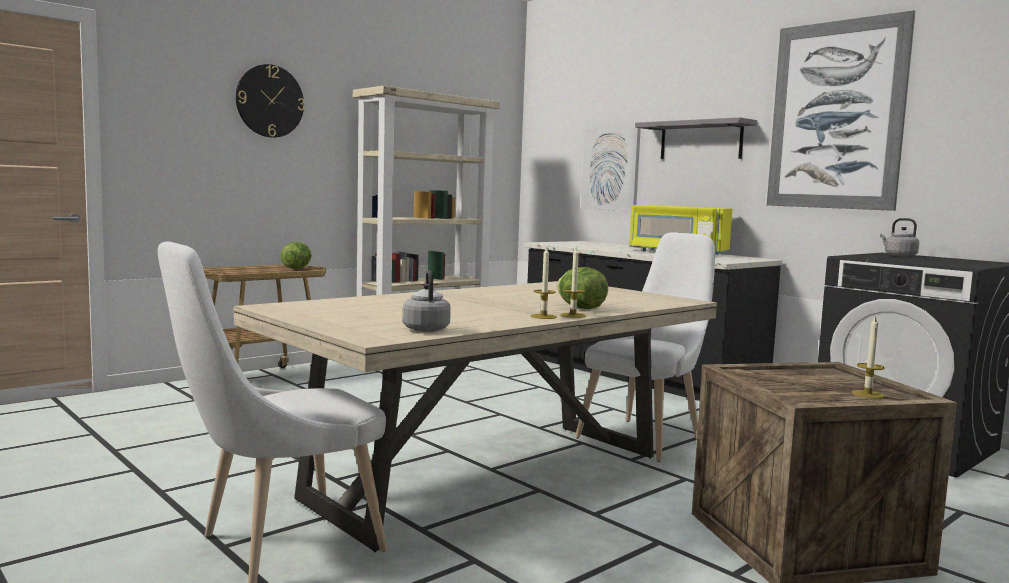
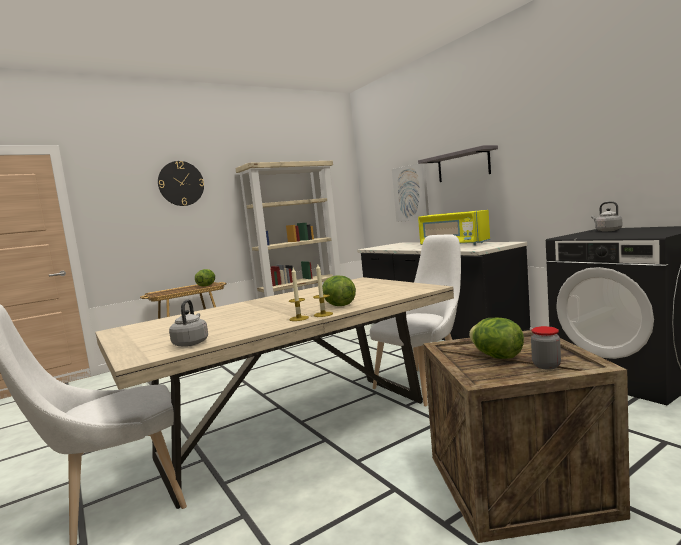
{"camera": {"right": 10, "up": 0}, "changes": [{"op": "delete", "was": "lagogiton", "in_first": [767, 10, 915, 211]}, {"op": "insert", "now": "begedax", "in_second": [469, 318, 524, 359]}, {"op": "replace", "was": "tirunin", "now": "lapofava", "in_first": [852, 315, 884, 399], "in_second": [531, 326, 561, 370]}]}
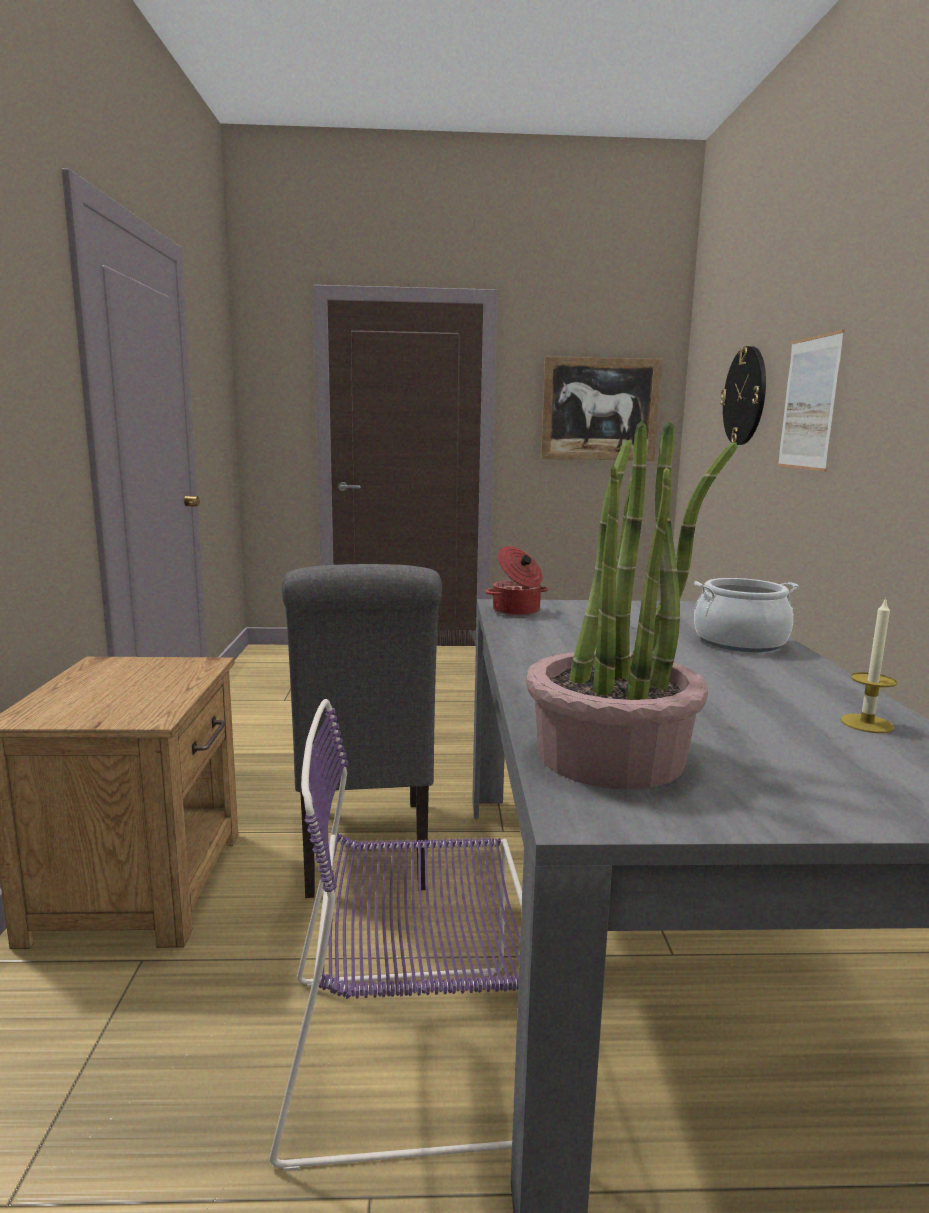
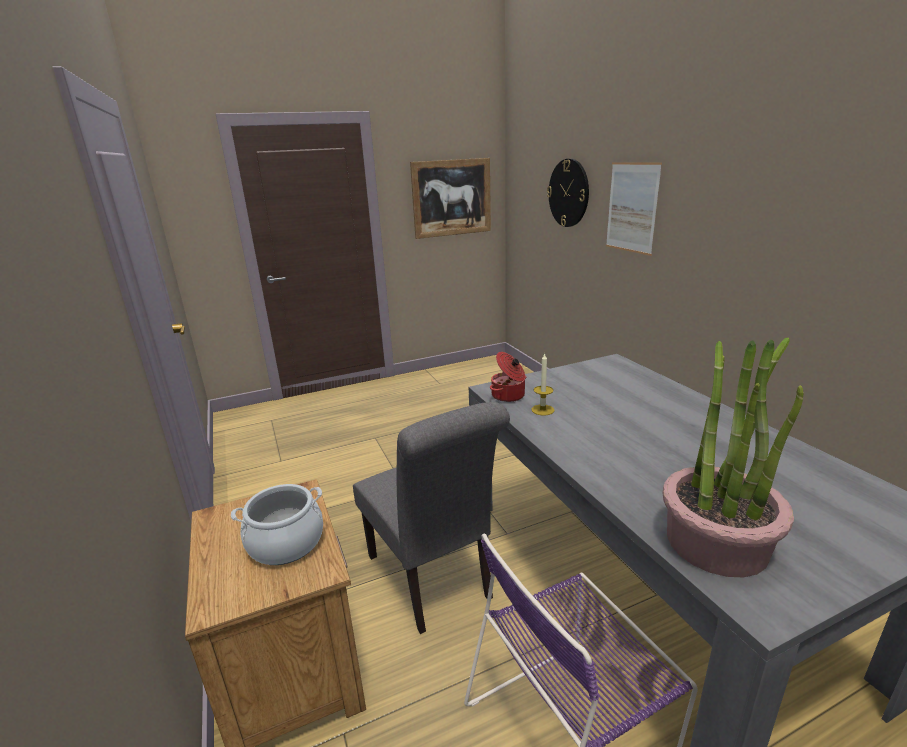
{"camera": {"right": -20, "up": 10}, "changes": [{"op": "move", "was": "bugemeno", "in_first": [694, 578, 799, 652], "in_second": [231, 484, 323, 565]}, {"op": "move", "was": "tirunin", "in_first": [840, 598, 897, 733], "in_second": [531, 353, 555, 416]}]}
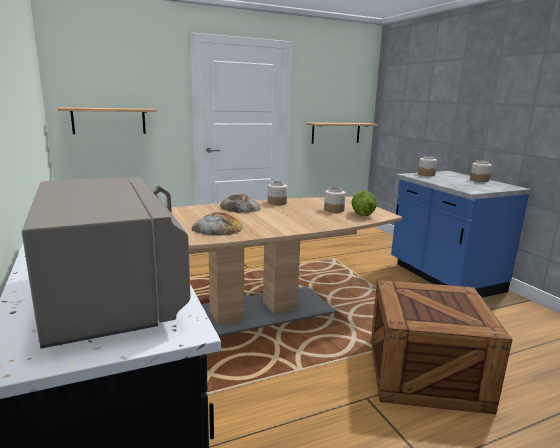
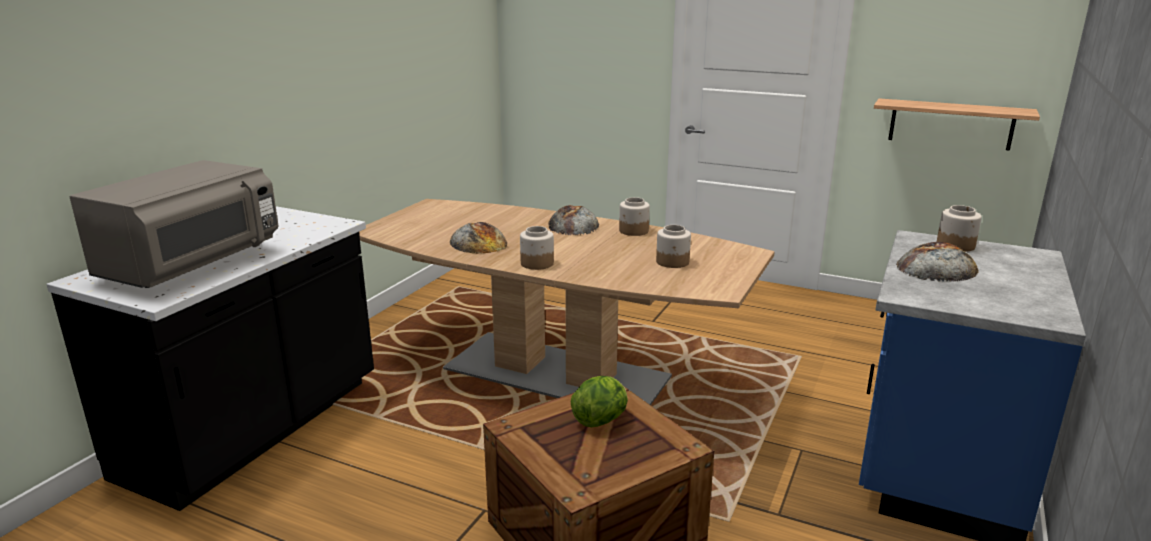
{"camera": {"right": 50, "up": 5}, "changes": [{"op": "delete", "was": "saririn", "in_first": [57, 107, 157, 134]}, {"op": "insert", "now": "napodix", "in_second": [896, 242, 979, 282]}, {"op": "move", "was": "begedax", "in_first": [351, 190, 377, 216], "in_second": [570, 376, 628, 427]}, {"op": "move", "was": "lapofava", "in_first": [470, 160, 492, 182], "in_second": [520, 226, 554, 270]}]}
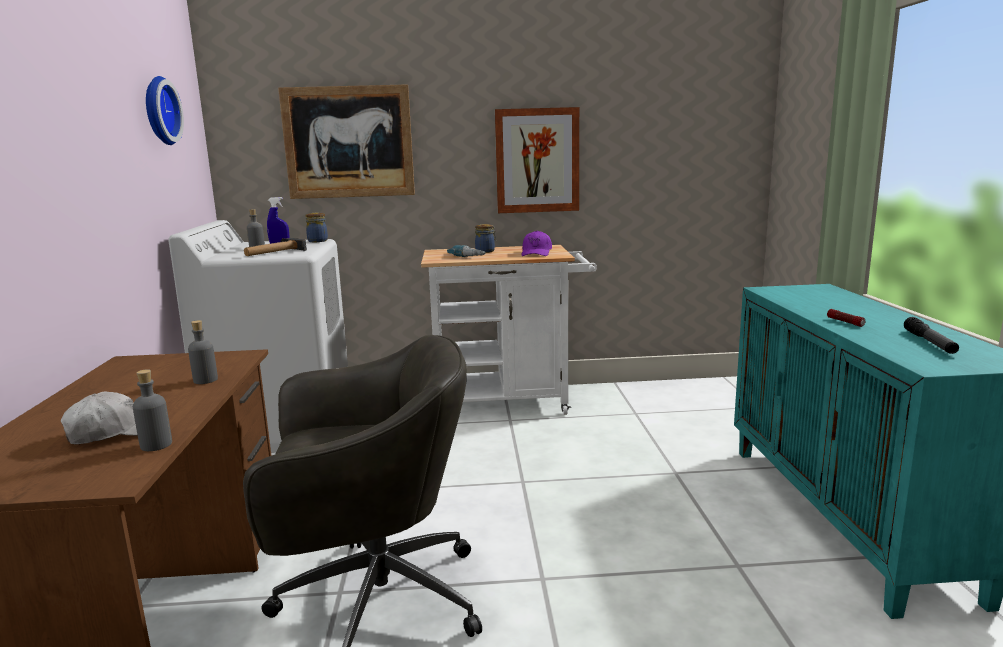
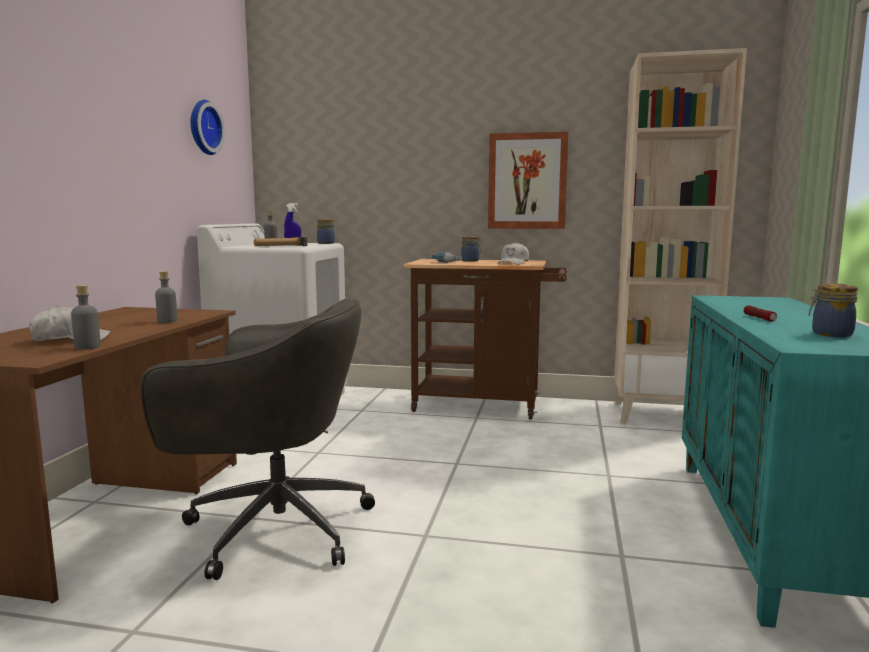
{"camera": {"right": 15, "up": -5}, "changes": [{"op": "delete", "was": "lagogiton", "in_first": [278, 84, 415, 199]}, {"op": "insert", "now": "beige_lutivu", "in_second": [614, 48, 747, 424]}, {"op": "replace", "was": "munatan", "now": "lapofava", "in_first": [904, 317, 959, 354], "in_second": [809, 283, 858, 337]}, {"op": "recolor", "was": "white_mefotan", "now": "brown_mefotan", "in_first": [421, 245, 597, 415], "in_second": [403, 259, 567, 419]}, {"op": "recolor", "was": "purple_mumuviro", "now": "white_mumuviro", "in_first": [521, 230, 552, 256], "in_second": [497, 242, 529, 265]}]}
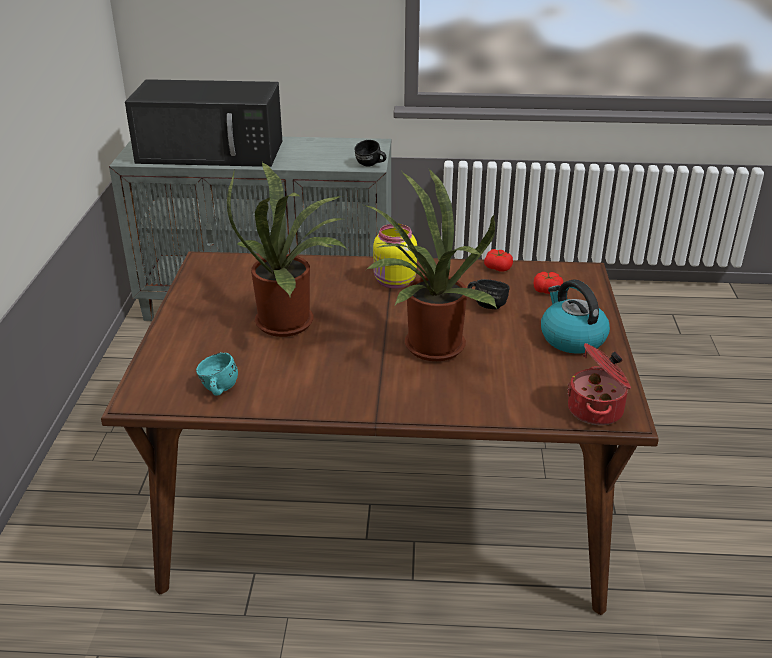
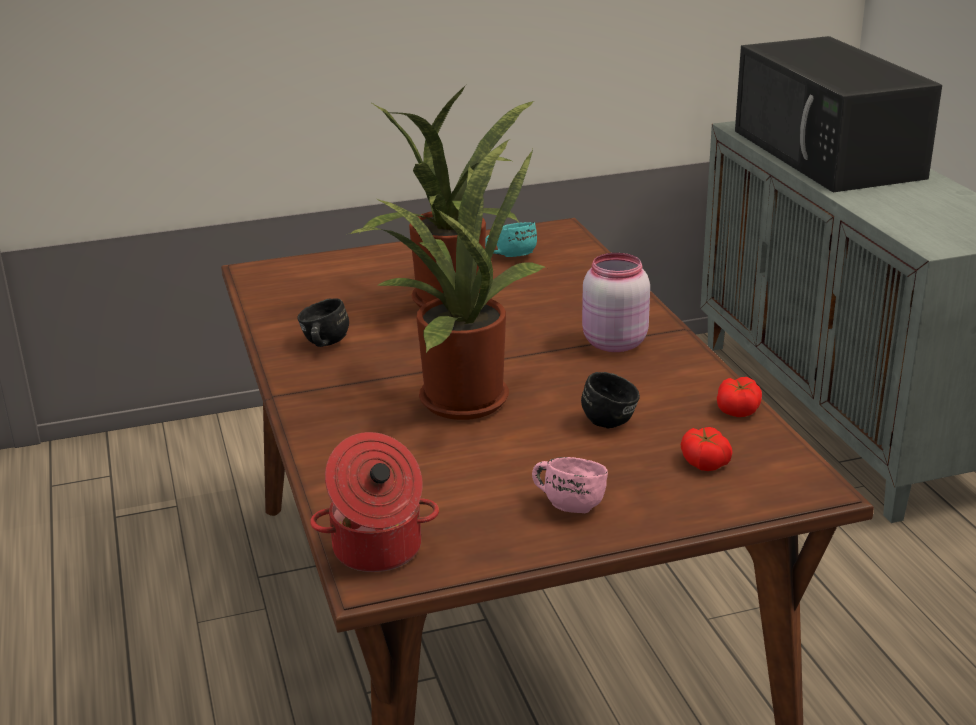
{"camera": {"right": 70, "up": -5}, "changes": [{"op": "move", "was": "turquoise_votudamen", "in_first": [196, 353, 238, 396], "in_second": [485, 222, 537, 257]}, {"op": "move", "was": "black_votudamen", "in_first": [354, 140, 386, 167], "in_second": [297, 298, 349, 347]}, {"op": "replace", "was": "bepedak", "now": "pink_votudamen", "in_first": [541, 280, 610, 354], "in_second": [532, 457, 608, 513]}, {"op": "recolor", "was": "yellow_lapofava", "now": "pink_lapofava", "in_first": [373, 224, 417, 289], "in_second": [582, 253, 650, 352]}]}
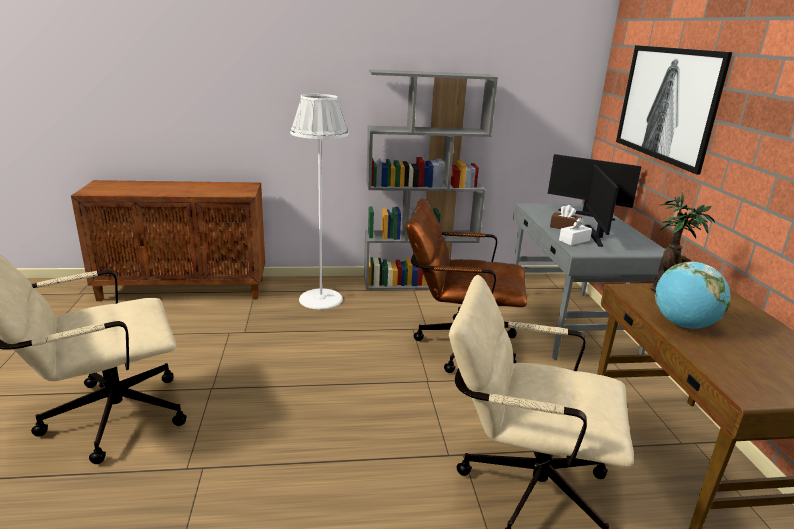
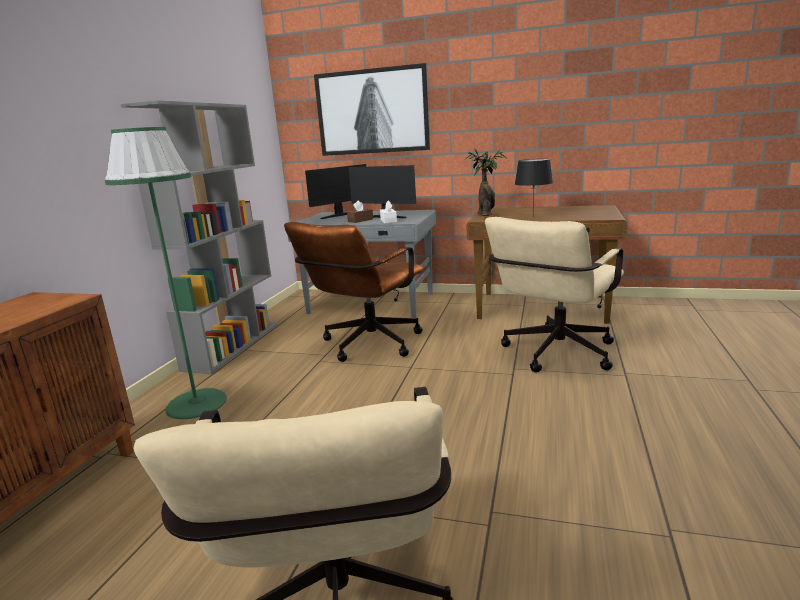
{"camera": {"right": -65, "up": -5}, "changes": [{"op": "replace", "was": "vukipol", "now": "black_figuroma", "in_first": [655, 262, 730, 329], "in_second": [515, 159, 553, 210]}, {"op": "recolor", "was": "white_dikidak", "now": "green_dikidak", "in_first": [290, 94, 348, 310], "in_second": [105, 127, 227, 419]}]}
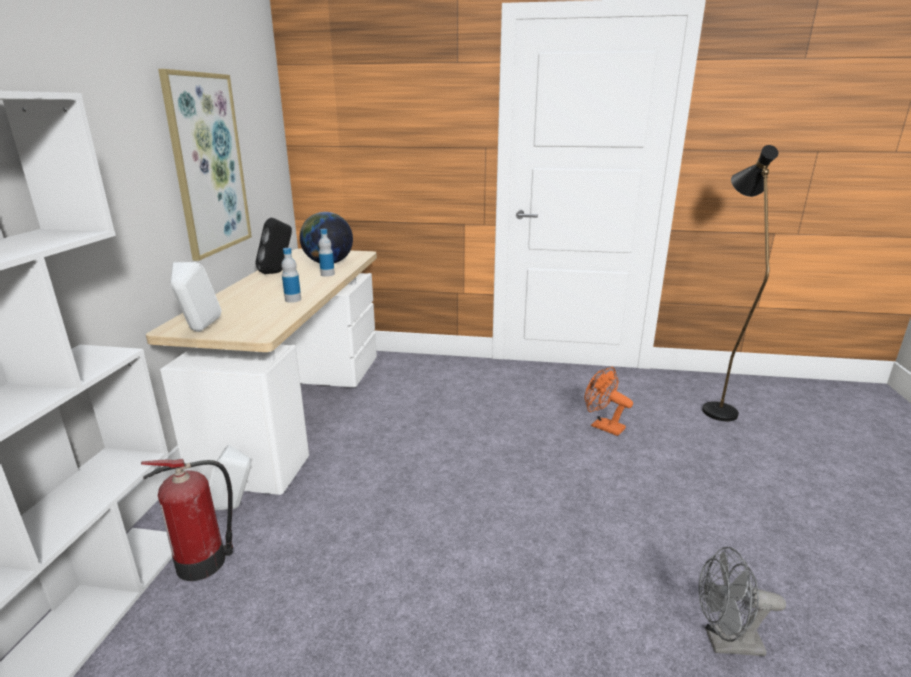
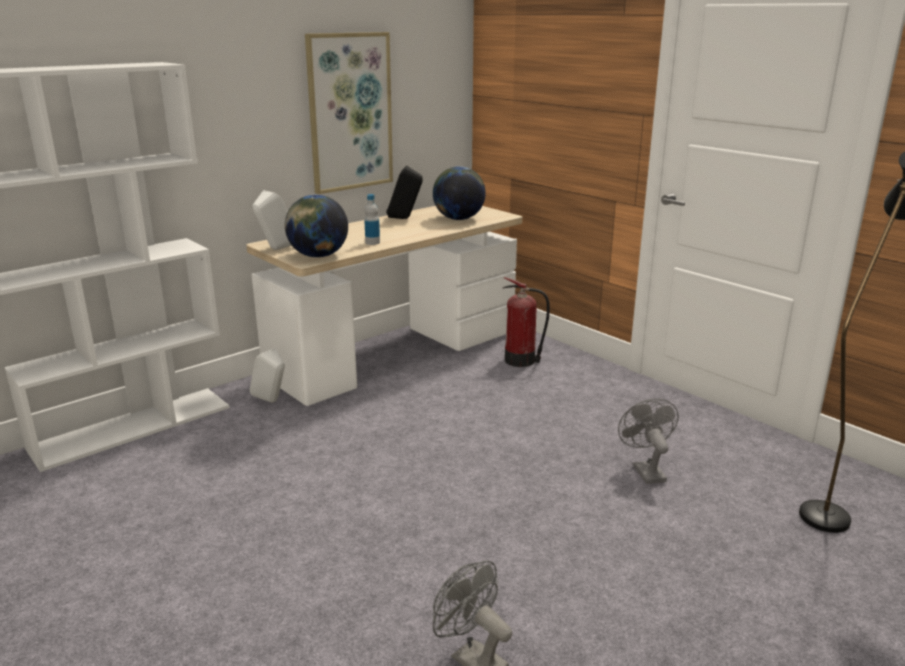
{"camera": {"right": 40, "up": 0}, "changes": [{"op": "delete", "was": "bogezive", "in_first": [318, 229, 335, 277]}, {"op": "insert", "now": "vukipol", "in_second": [285, 195, 348, 258]}, {"op": "move", "was": "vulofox", "in_first": [141, 459, 233, 581], "in_second": [503, 277, 550, 367]}, {"op": "recolor", "was": "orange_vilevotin", "now": "grey_vilevotin", "in_first": [585, 367, 633, 436], "in_second": [618, 399, 679, 484]}]}
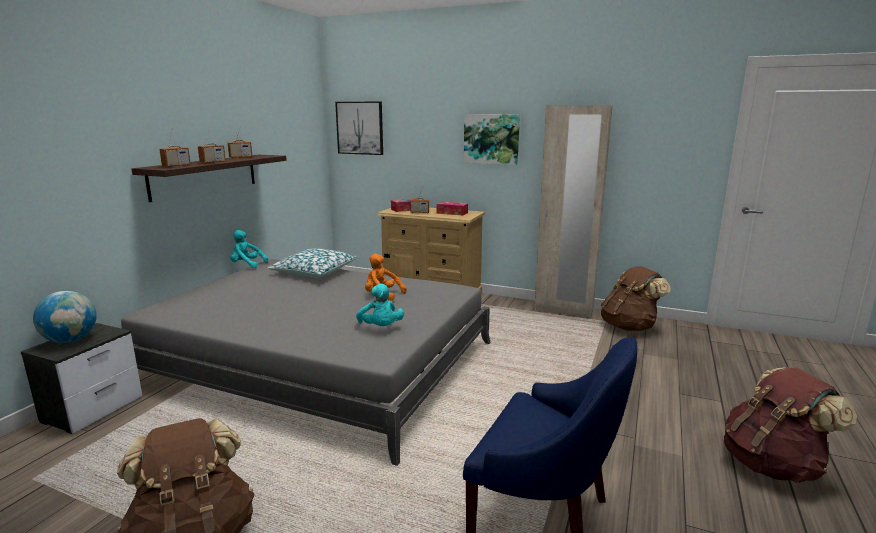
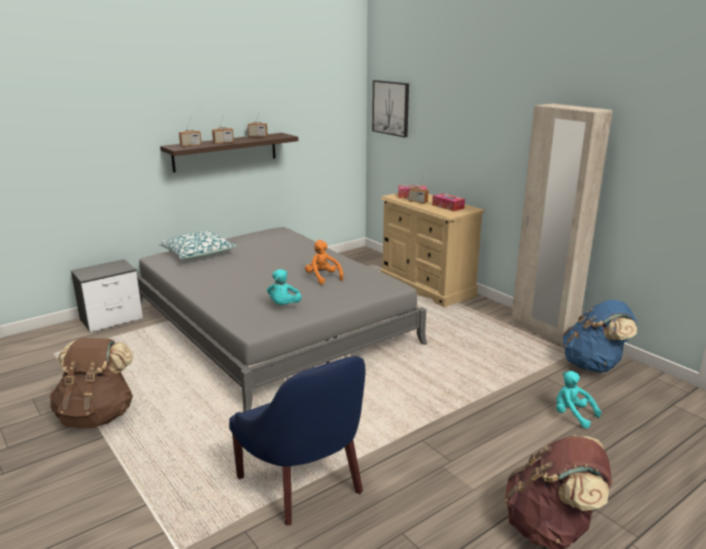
{"camera": {"right": 30, "up": 5}, "changes": [{"op": "delete", "was": "vukipol", "in_first": [33, 291, 97, 343]}, {"op": "delete", "was": "lagogiton", "in_first": [464, 114, 520, 165]}, {"op": "move", "was": "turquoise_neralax", "in_first": [231, 230, 268, 268], "in_second": [556, 371, 601, 428]}, {"op": "move", "was": "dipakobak", "in_first": [268, 248, 358, 278], "in_second": [158, 231, 238, 260]}, {"op": "recolor", "was": "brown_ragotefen", "now": "blue_ragotefen", "in_first": [601, 266, 671, 331], "in_second": [563, 300, 637, 373]}]}
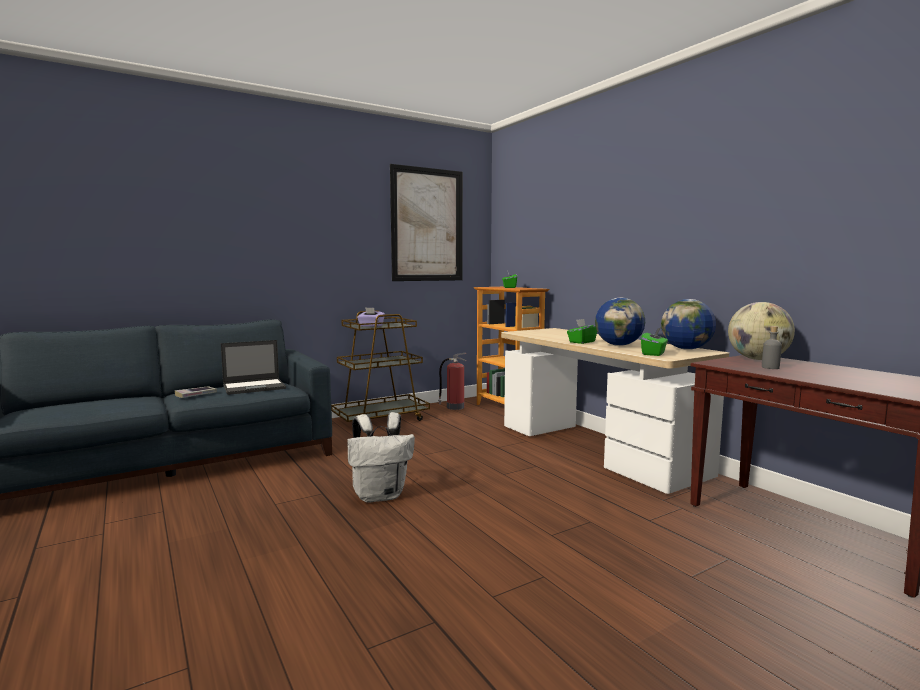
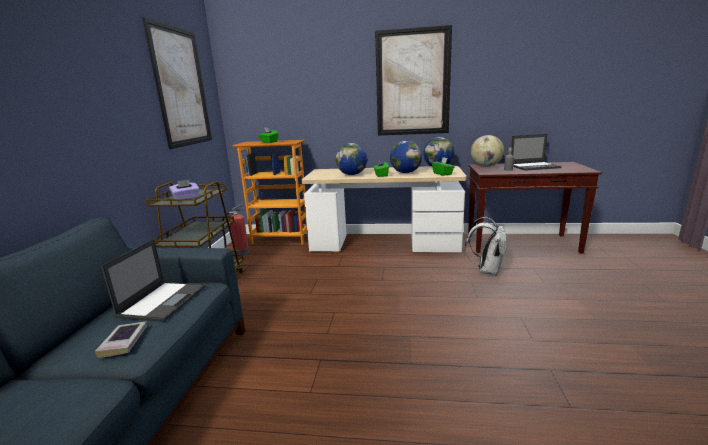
{"camera": {"right": -50, "up": 10}, "changes": [{"op": "insert", "now": "vukipol", "in_second": [336, 143, 367, 175]}, {"op": "insert", "now": "lagogiton", "in_second": [375, 25, 452, 135]}, {"op": "insert", "now": "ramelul", "in_second": [511, 134, 562, 171]}, {"op": "move", "was": "white_ragotefen", "in_first": [347, 412, 415, 503], "in_second": [465, 217, 507, 276]}]}
